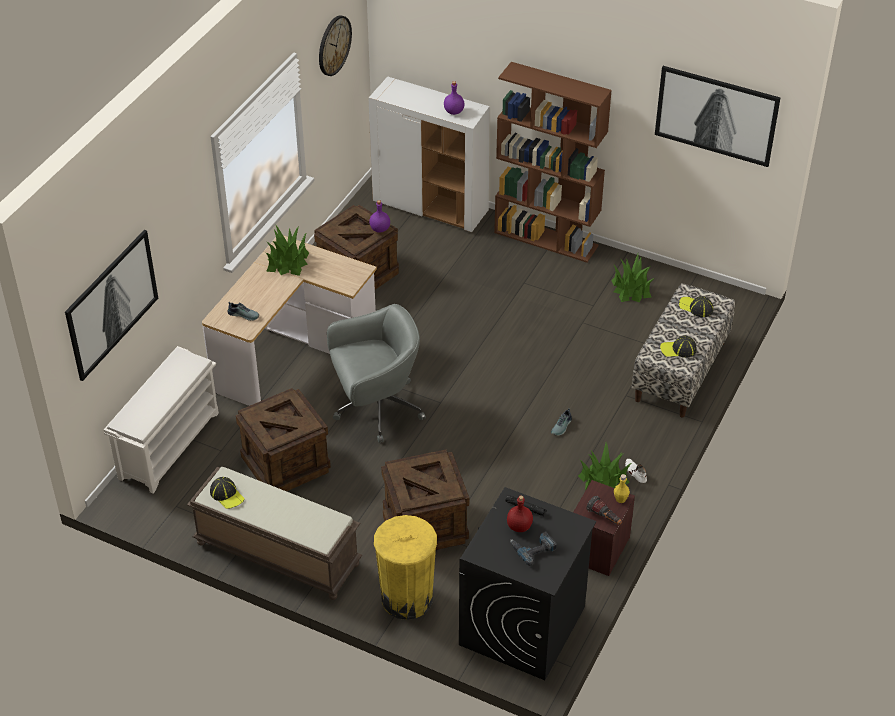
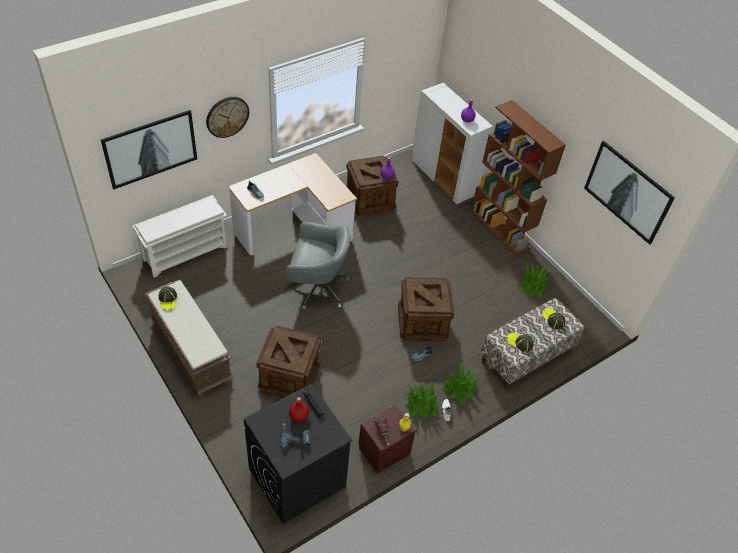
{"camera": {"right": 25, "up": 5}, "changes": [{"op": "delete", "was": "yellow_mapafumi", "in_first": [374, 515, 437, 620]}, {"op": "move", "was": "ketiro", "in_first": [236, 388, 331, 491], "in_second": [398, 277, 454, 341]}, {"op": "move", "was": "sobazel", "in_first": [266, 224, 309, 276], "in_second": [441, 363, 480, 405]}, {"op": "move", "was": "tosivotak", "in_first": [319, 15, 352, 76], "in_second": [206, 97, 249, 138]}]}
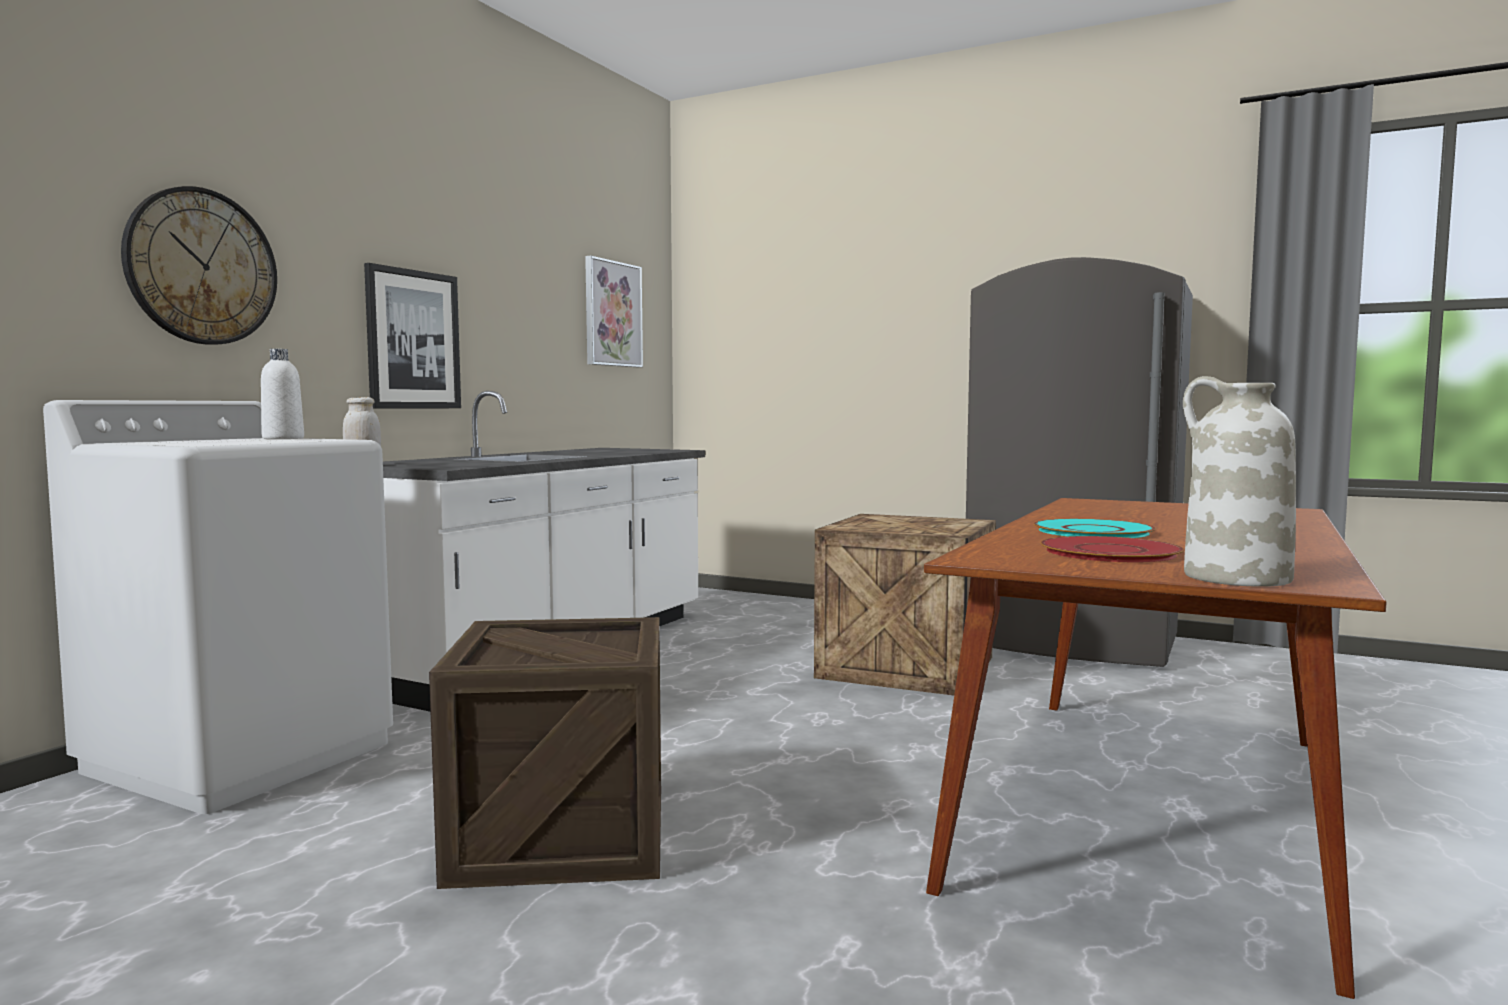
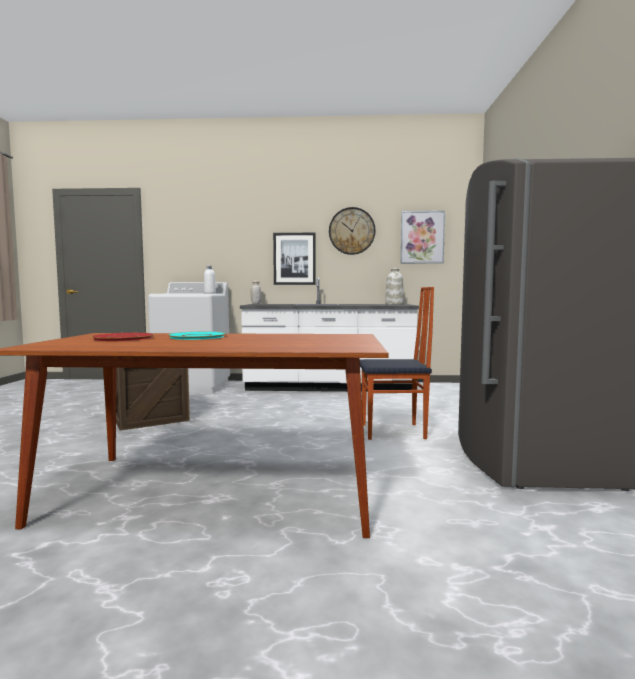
{"camera": {"right": 65, "up": 0}, "changes": [{"op": "move", "was": "tosivotak", "in_first": [121, 186, 277, 345], "in_second": [329, 207, 375, 255]}, {"op": "move", "was": "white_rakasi", "in_first": [1183, 376, 1296, 587], "in_second": [385, 268, 404, 305]}, {"op": "replace", "was": "ketiro", "now": "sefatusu", "in_first": [814, 514, 996, 695], "in_second": [360, 287, 434, 440]}]}
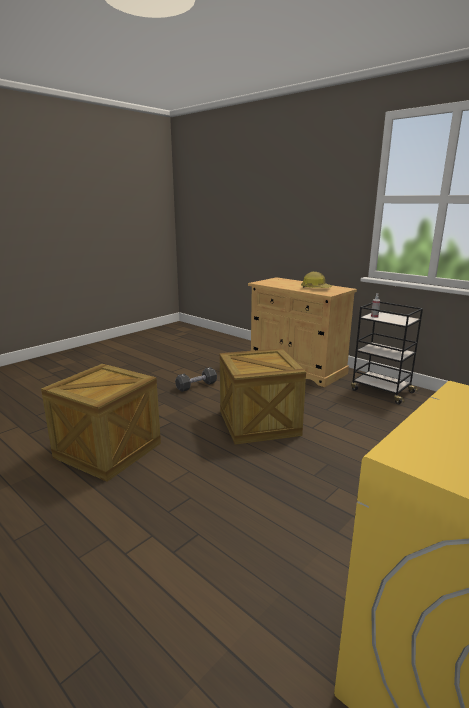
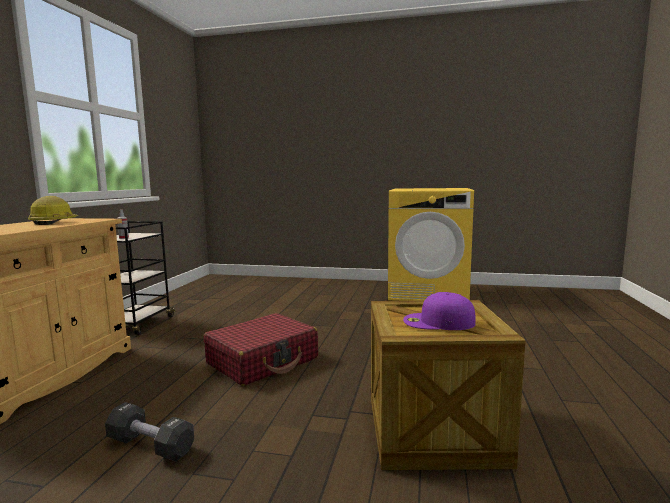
{"camera": {"right": -120, "up": -10}, "changes": [{"op": "insert", "now": "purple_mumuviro", "in_second": [403, 292, 476, 330]}, {"op": "replace", "was": "ketiro", "now": "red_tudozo", "in_first": [220, 348, 306, 445], "in_second": [204, 313, 318, 386]}]}
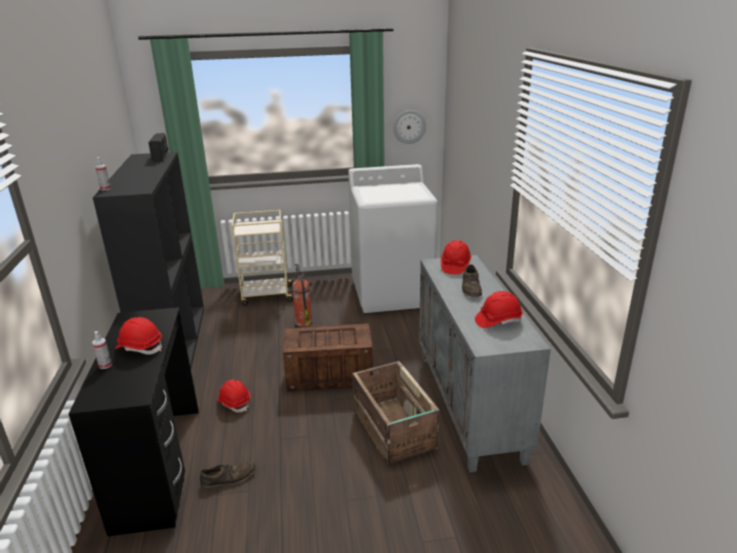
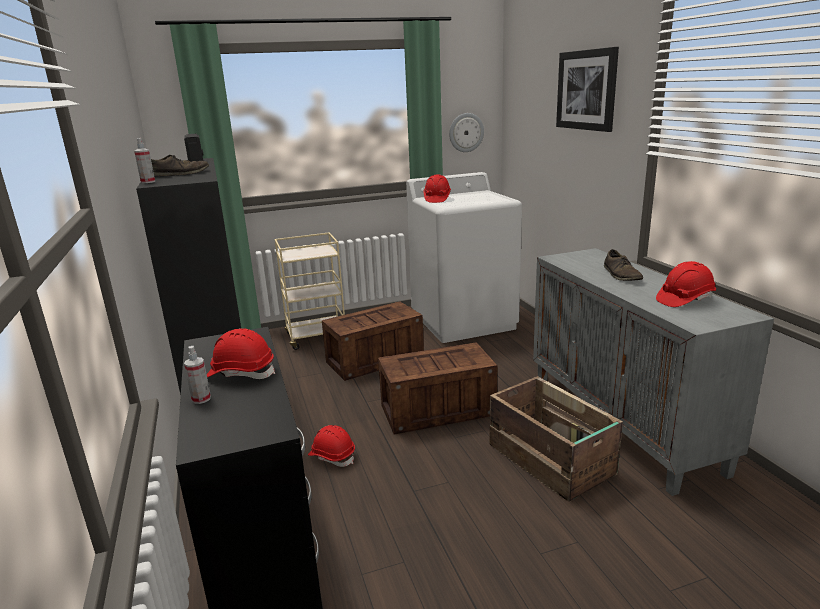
{"camera": {"right": -10, "up": -5}, "changes": [{"op": "insert", "now": "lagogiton", "in_second": [556, 47, 619, 132]}, {"op": "move", "was": "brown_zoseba", "in_first": [200, 462, 256, 488], "in_second": [151, 155, 209, 176]}, {"op": "move", "was": "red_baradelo", "in_first": [441, 240, 472, 275], "in_second": [424, 174, 451, 203]}, {"op": "replace", "was": "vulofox", "now": "ketiro", "in_first": [292, 264, 312, 327], "in_second": [322, 301, 424, 381]}]}
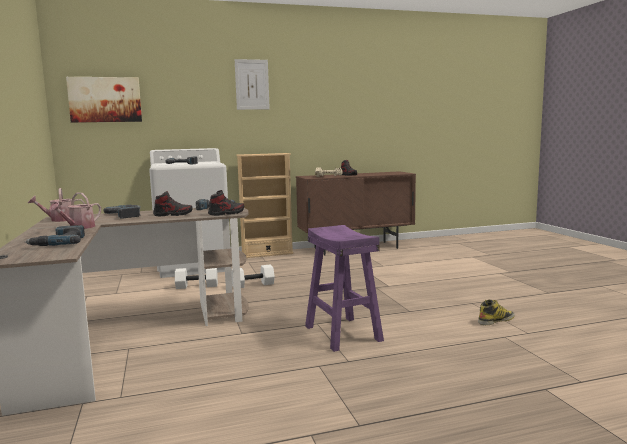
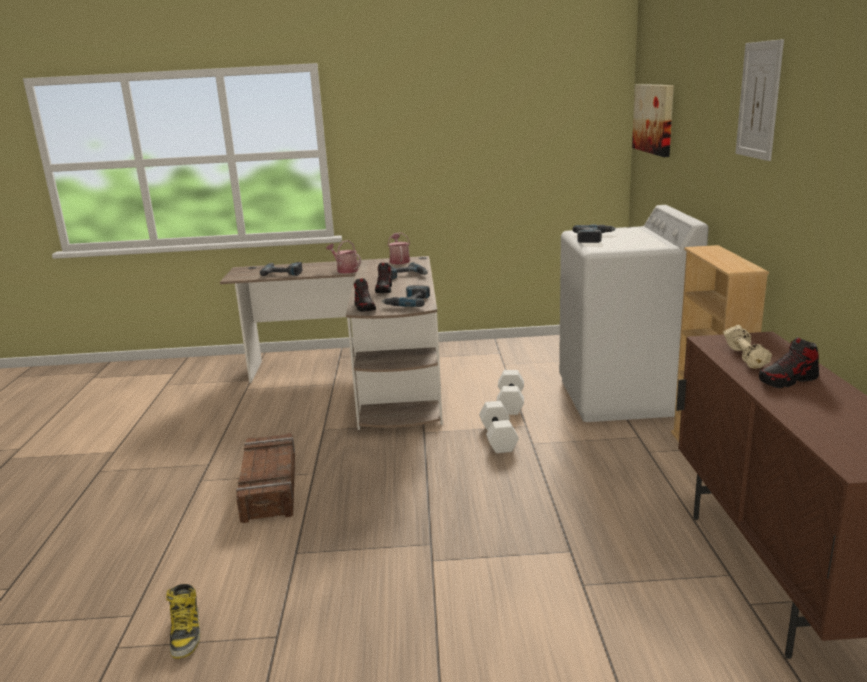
{"camera": {"right": 105, "up": 10}, "changes": [{"op": "replace", "was": "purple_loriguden", "now": "ketiro", "in_first": [305, 225, 384, 352], "in_second": [236, 433, 295, 523]}]}
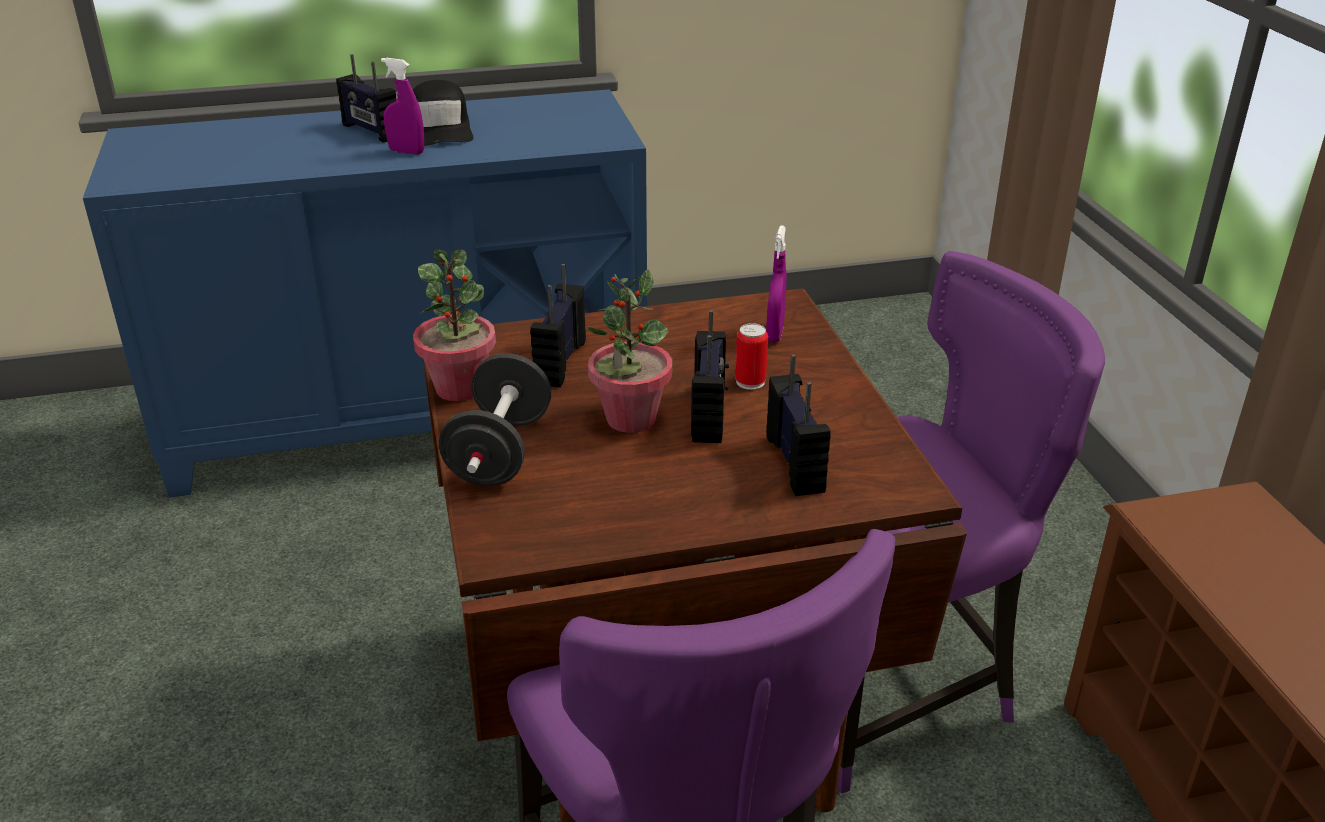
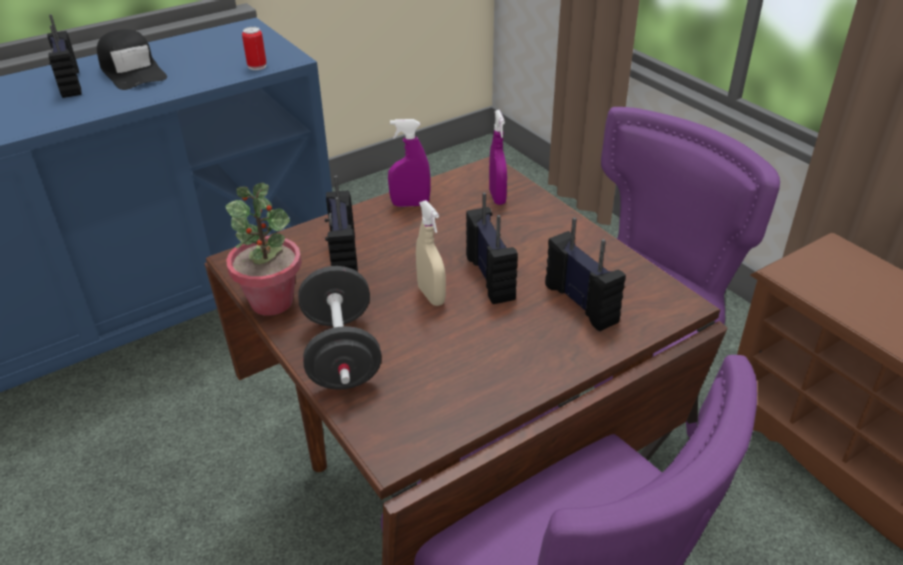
{"camera": {"right": -20, "up": 5}, "changes": [{"op": "move", "was": "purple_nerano", "in_first": [381, 58, 424, 155], "in_second": [388, 119, 431, 207]}, {"op": "move", "was": "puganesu", "in_first": [735, 323, 768, 390], "in_second": [242, 27, 267, 70]}, {"op": "replace", "was": "sobazel", "now": "beige_nerano", "in_first": [587, 269, 672, 433], "in_second": [416, 200, 446, 306]}, {"op": "rotate", "was": "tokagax", "in_first": [336, 54, 396, 143], "in_second": [47, 14, 81, 98], "clockwise": 45}]}
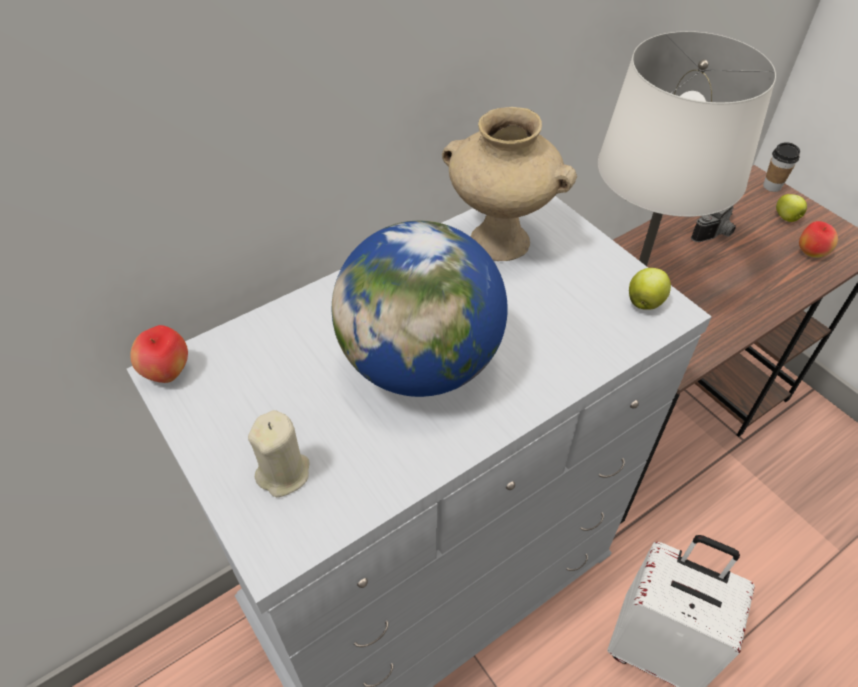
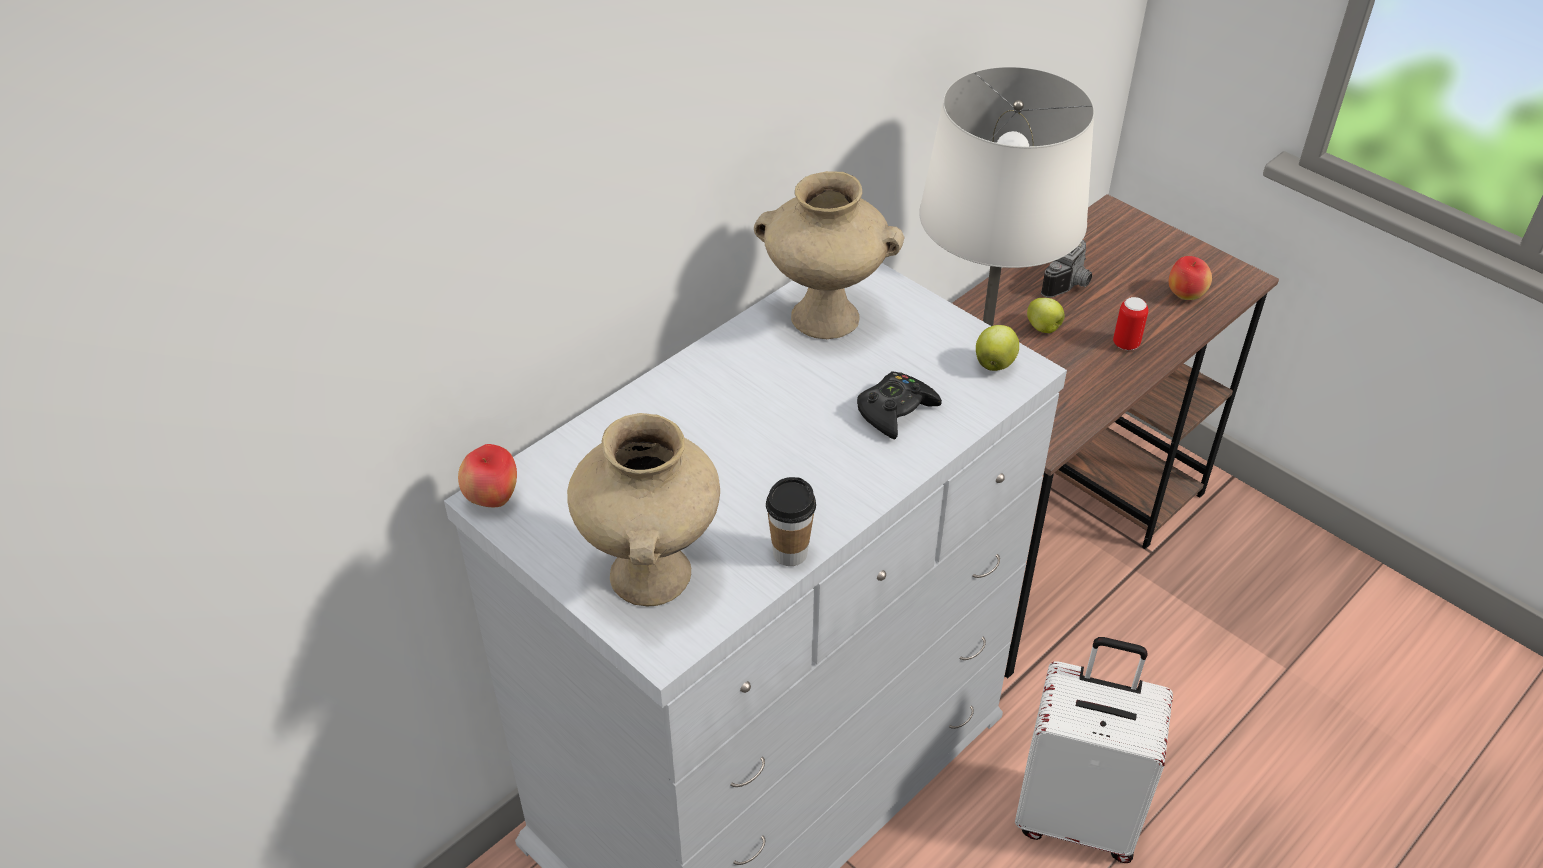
{"camera": {"right": -10, "up": -5}, "changes": [{"op": "delete", "was": "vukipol", "in_first": [332, 221, 508, 397]}, {"op": "insert", "now": "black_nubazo", "in_second": [857, 371, 942, 439]}, {"op": "insert", "now": "puganesu", "in_second": [1113, 297, 1148, 350]}, {"op": "move", "was": "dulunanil", "in_first": [763, 142, 800, 192], "in_second": [766, 477, 816, 566]}, {"op": "move", "was": "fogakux", "in_first": [776, 194, 807, 222], "in_second": [1027, 298, 1065, 333]}, {"op": "replace", "was": "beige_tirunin", "now": "beige_rakasi", "in_first": [248, 410, 310, 497], "in_second": [567, 413, 720, 606]}]}
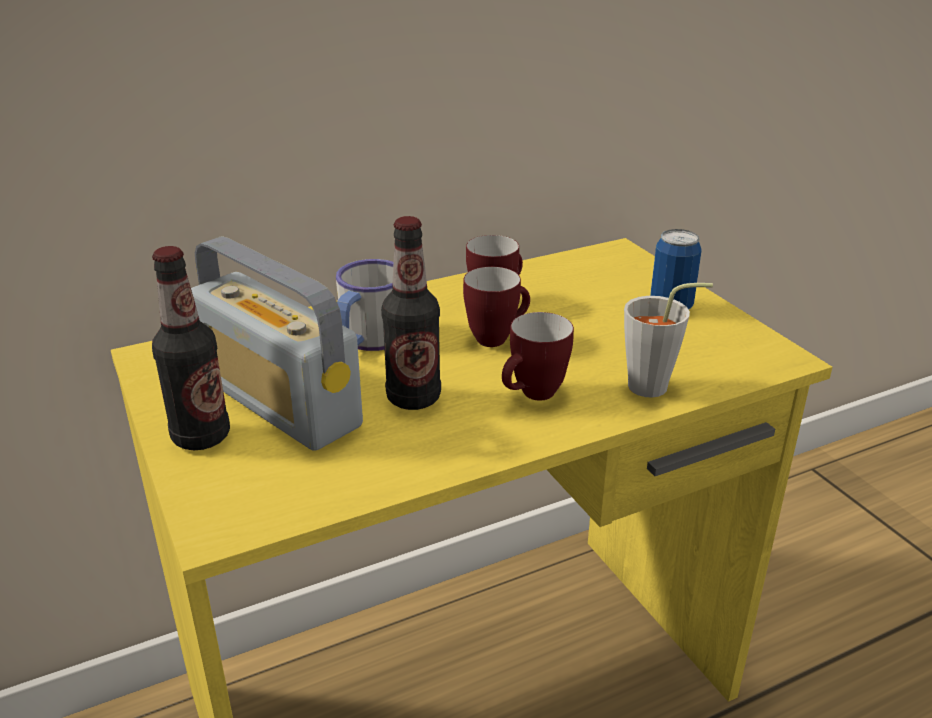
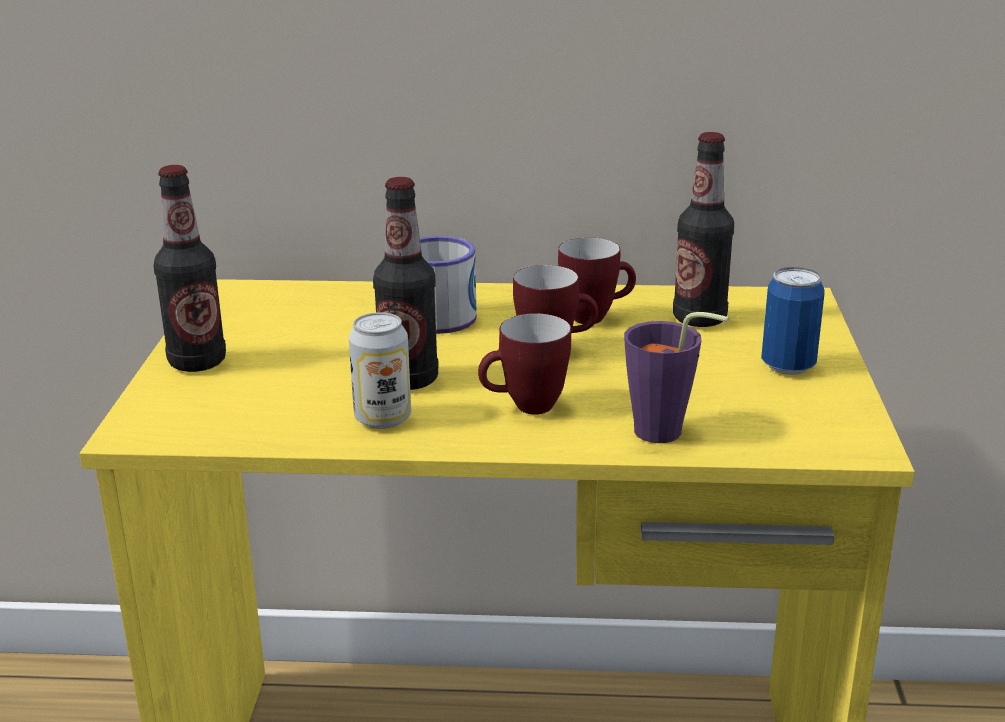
{"camera": {"right": 30, "up": -5}, "changes": [{"op": "delete", "was": "tokagax", "in_first": [191, 236, 363, 451]}, {"op": "insert", "now": "puganesu", "in_second": [349, 312, 411, 429]}, {"op": "insert", "now": "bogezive", "in_second": [673, 132, 734, 327]}, {"op": "recolor", "was": "grey_dulunanil", "now": "purple_dulunanil", "in_first": [624, 283, 713, 398], "in_second": [624, 312, 730, 443]}]}
